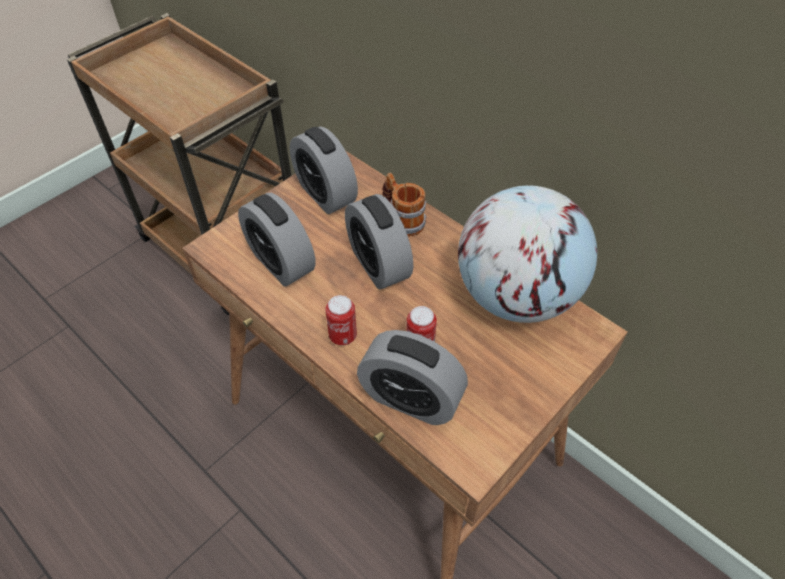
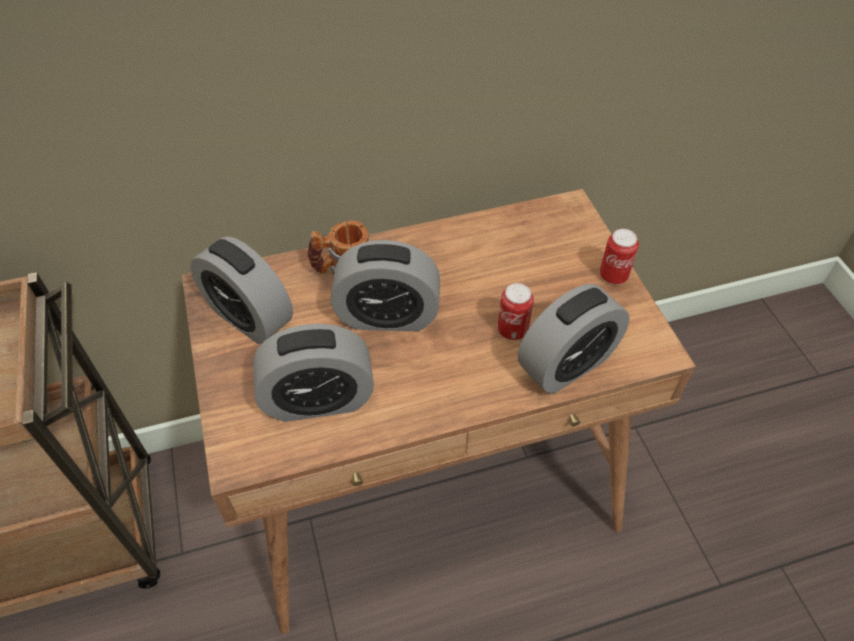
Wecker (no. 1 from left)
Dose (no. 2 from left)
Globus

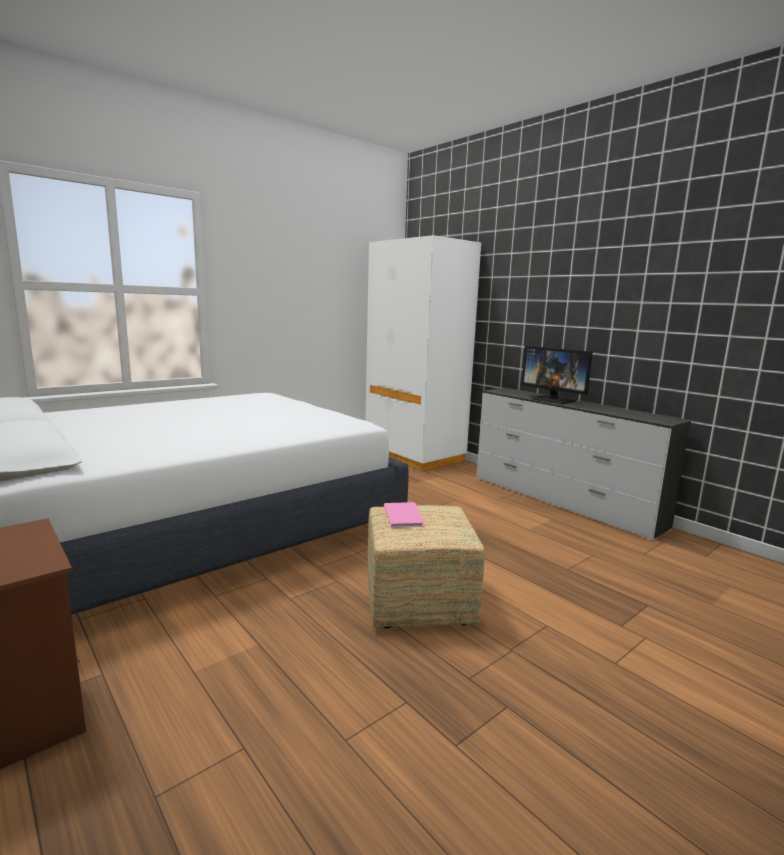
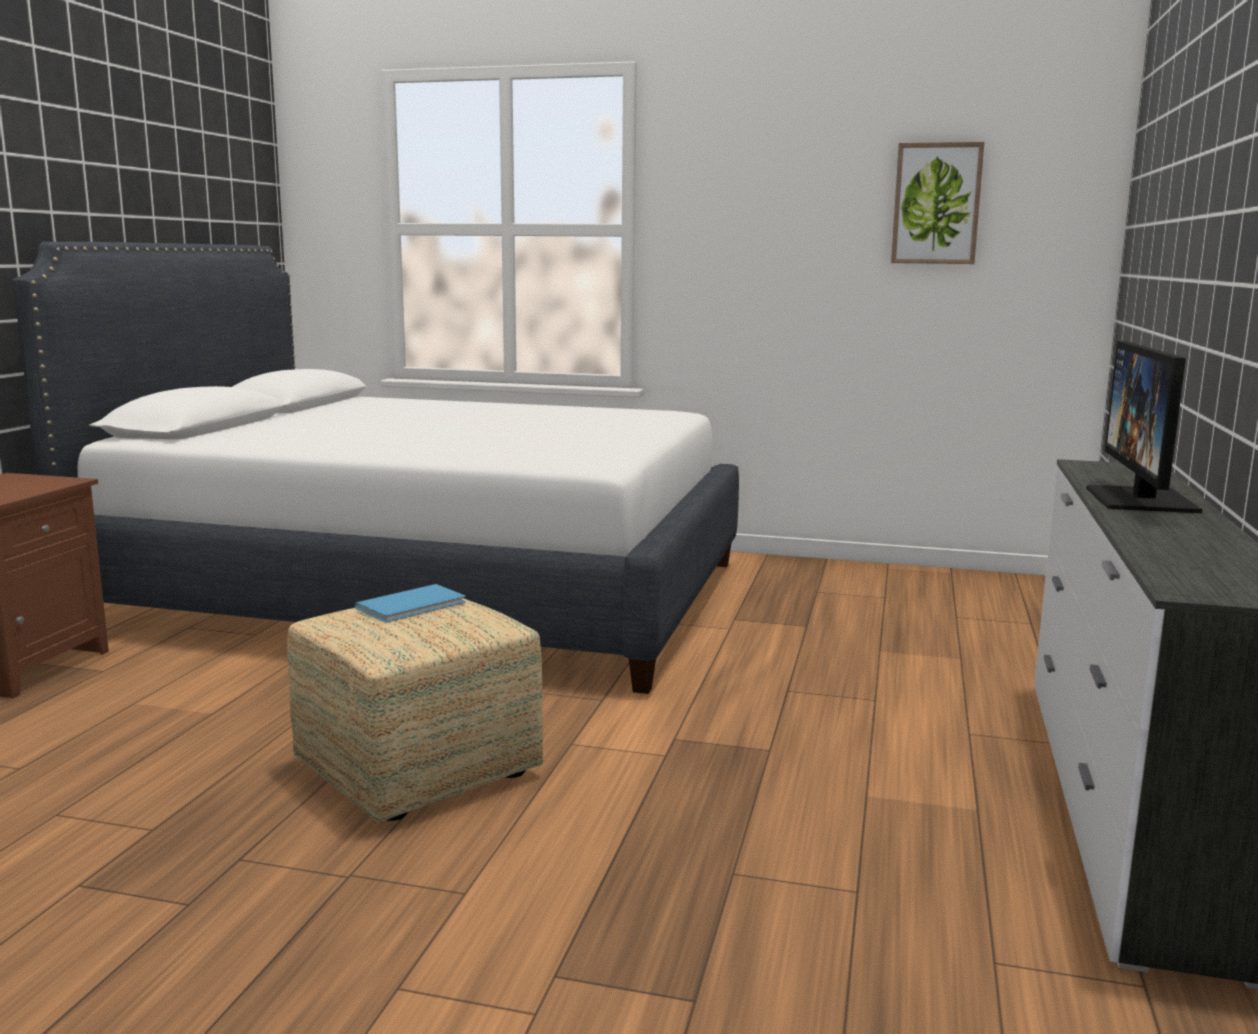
Kleiderschrank/weiß
Buch/blau
Bild

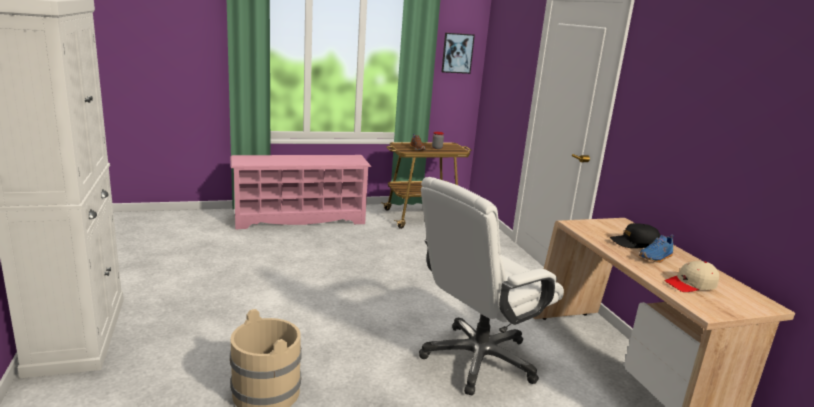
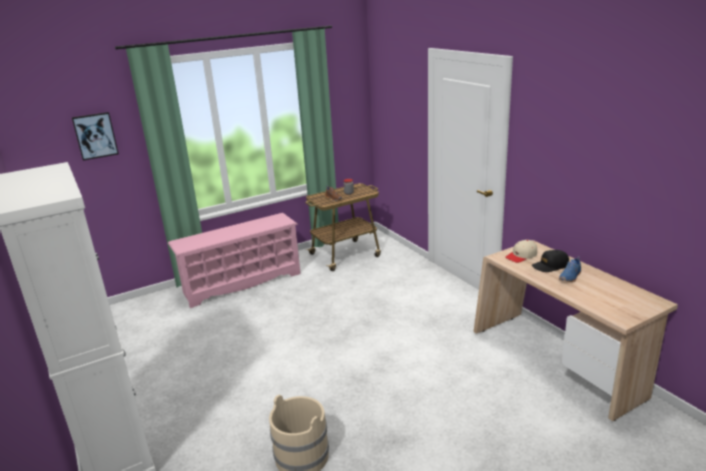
Bürostuhl/weiß
Bild
Kappe/beige

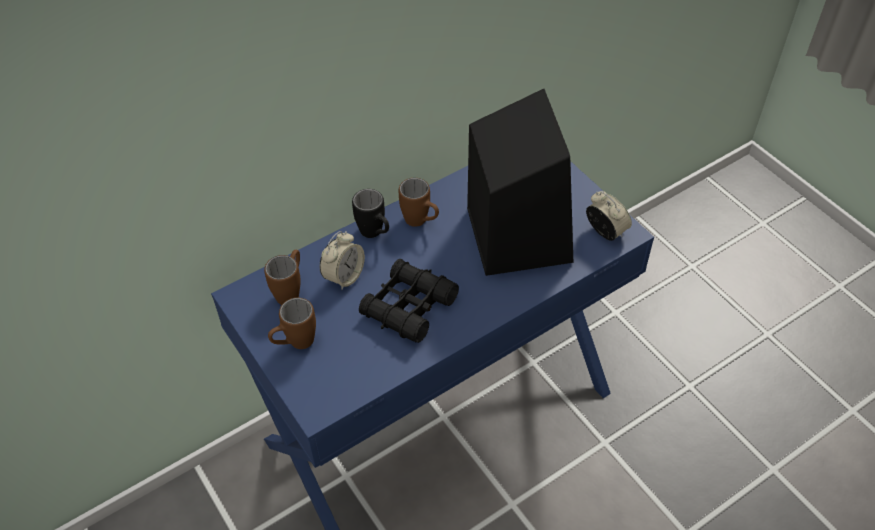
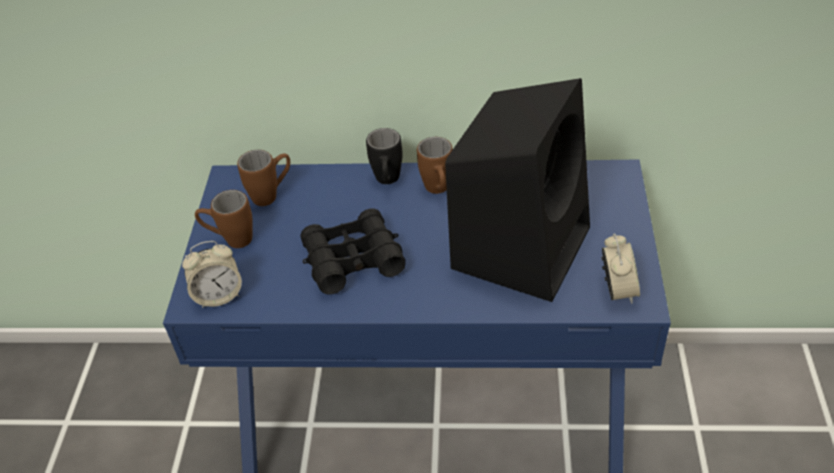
Wecker (no. 1 from left)

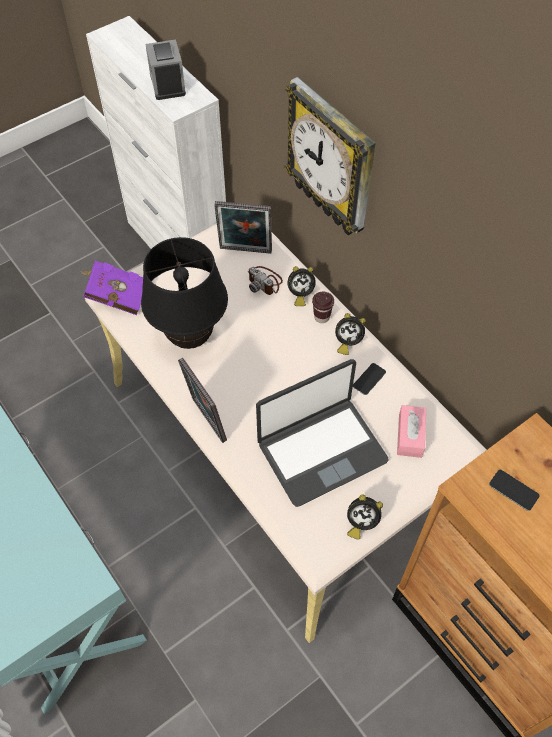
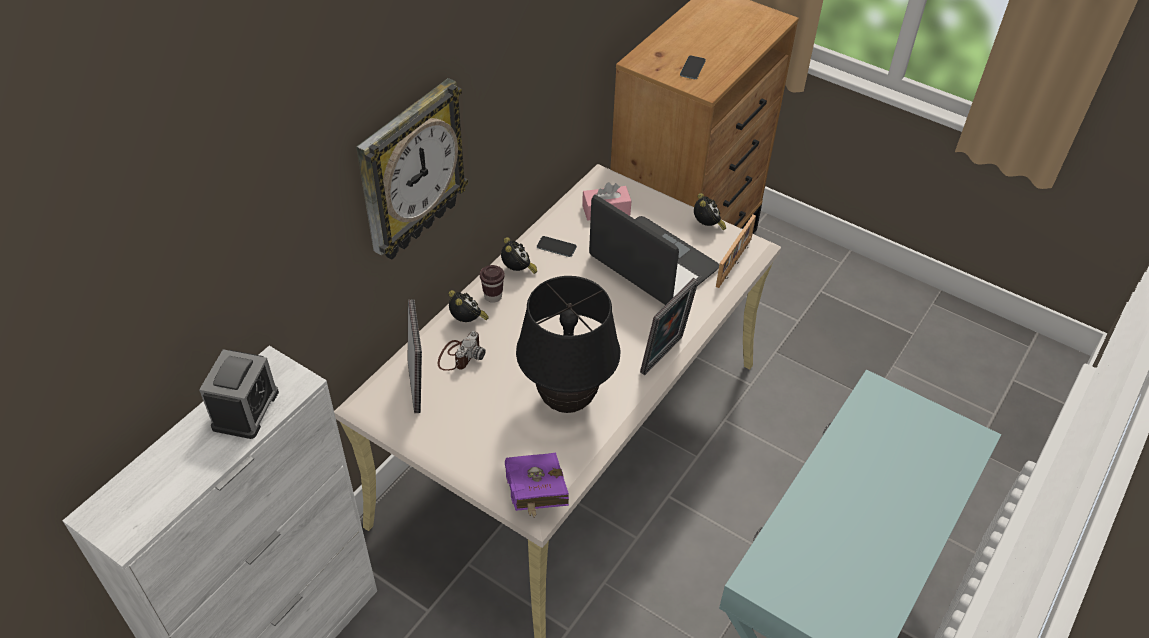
Wecker (no. 1 from left)
Bilderrahmen (no. 3 from left)

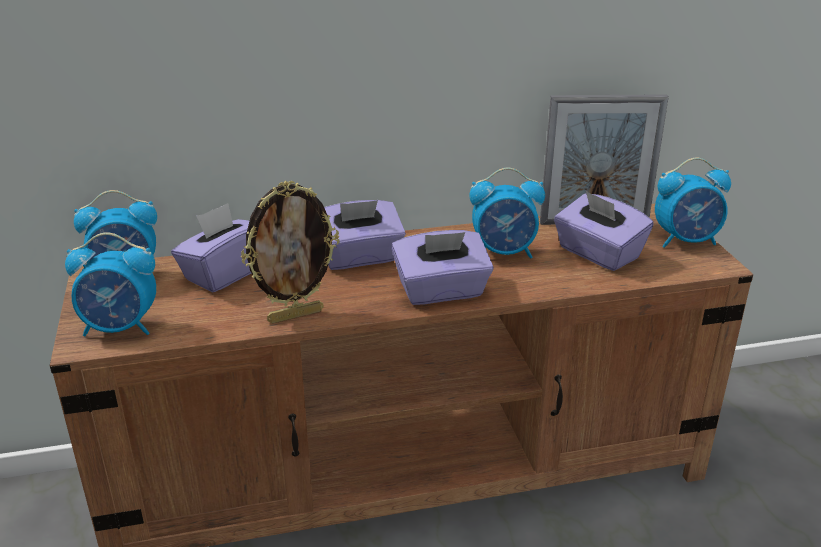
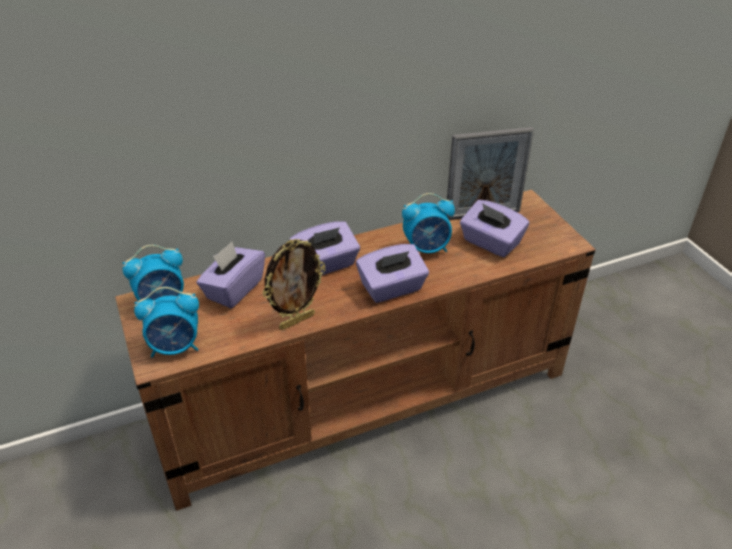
Wecker (no. 4 from left in the first image)

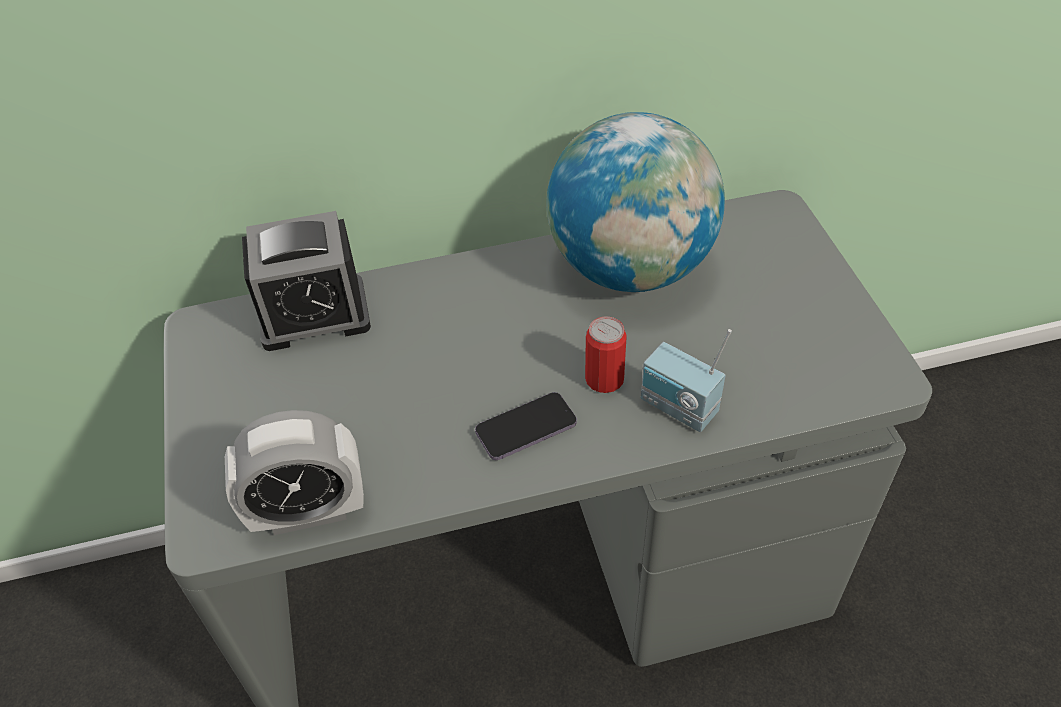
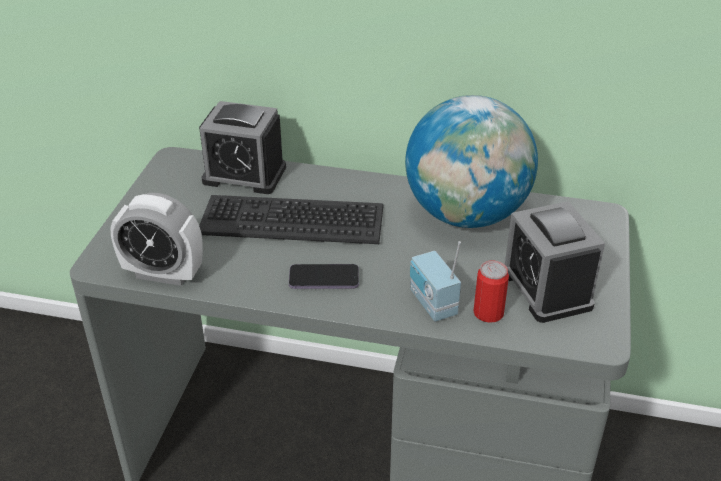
Dose
Tastatur
Wecker (no. 3 from left)

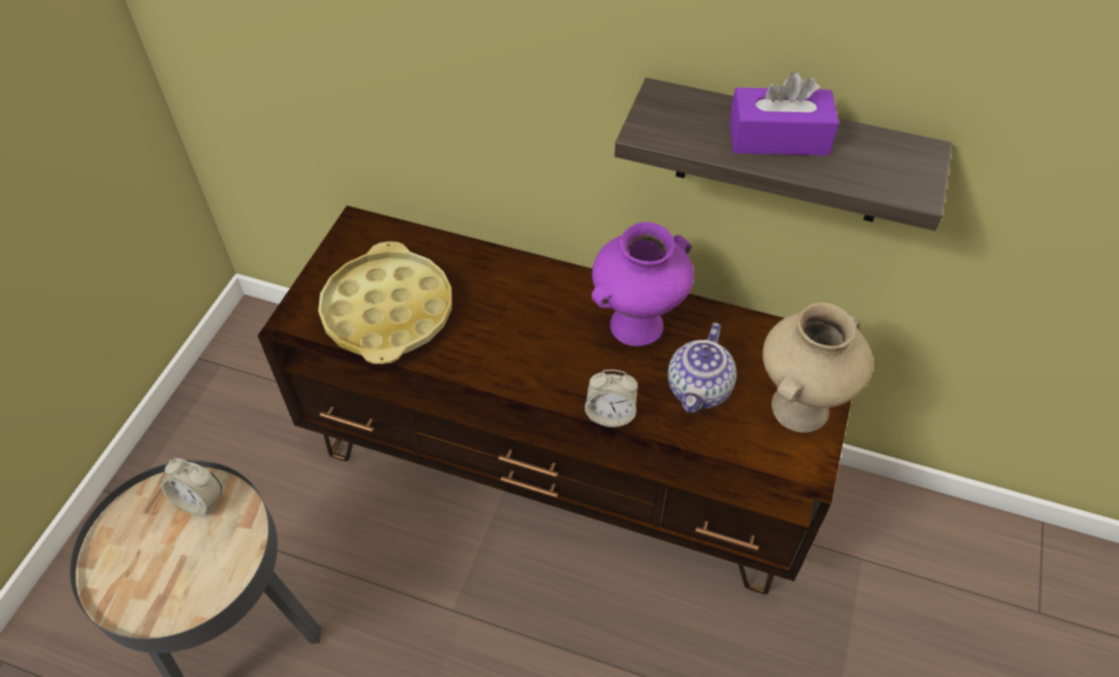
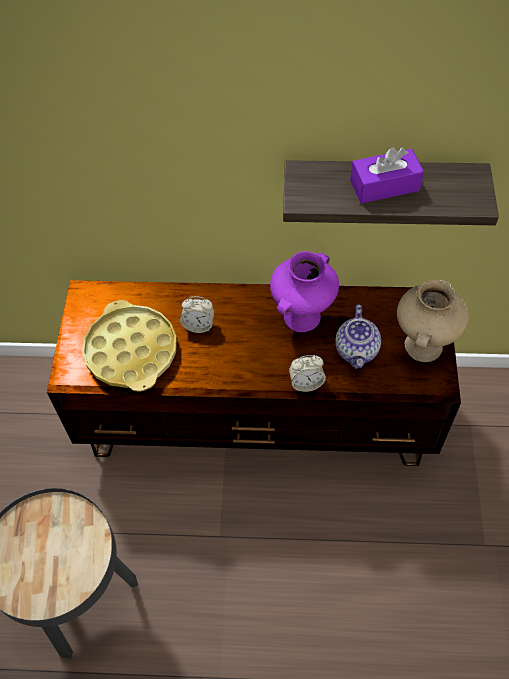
Wecker (no. 1 from left)

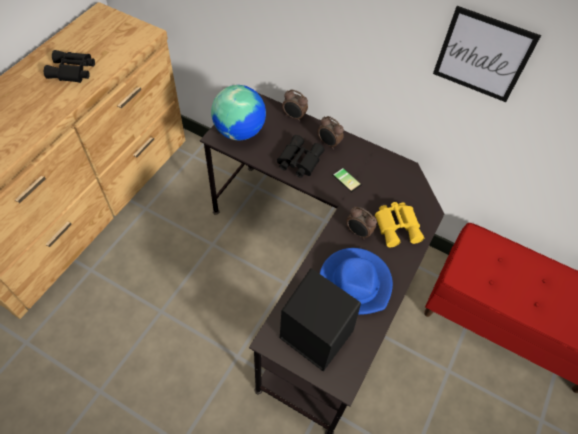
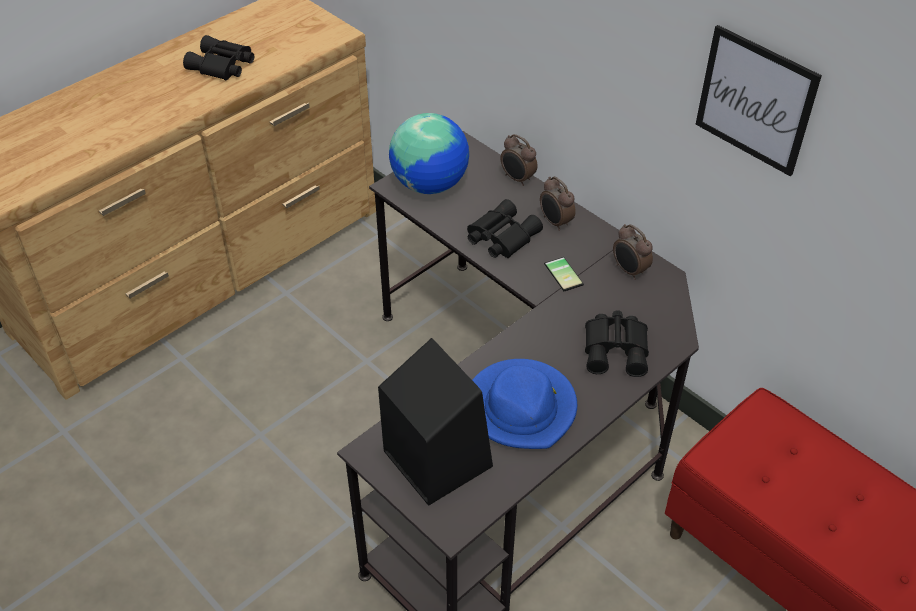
Wecker (no. 3 from left)
Fernglas/schwarz (no. 3 from left)

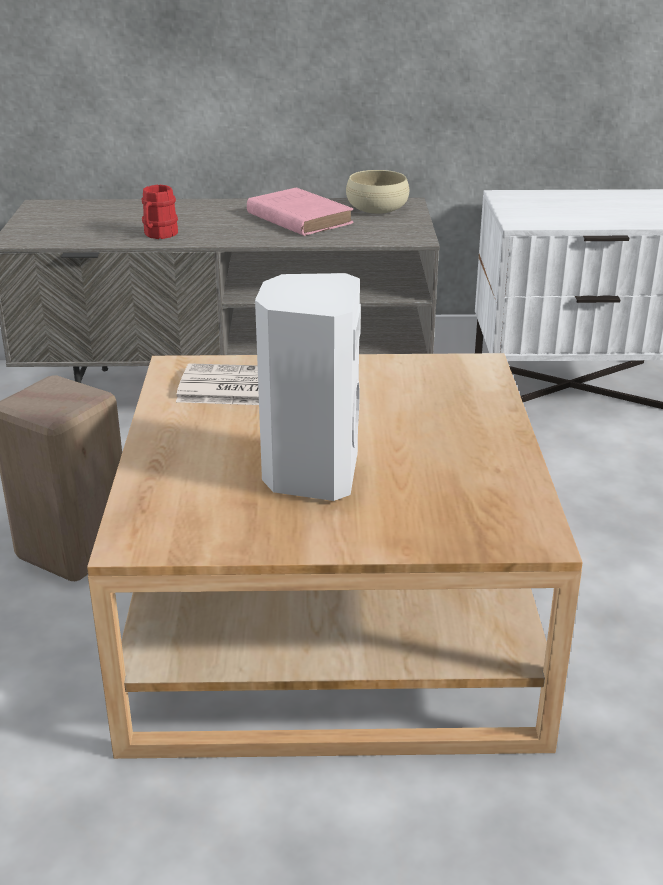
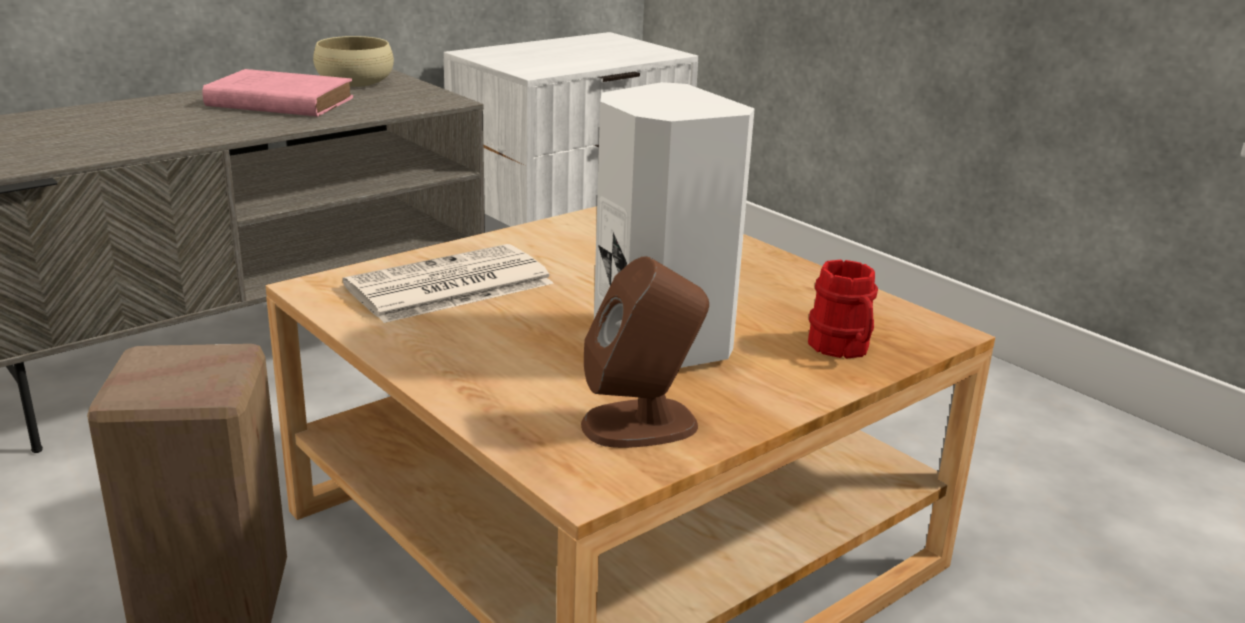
Henkelbecher/rot
Lautsprecher/braun

